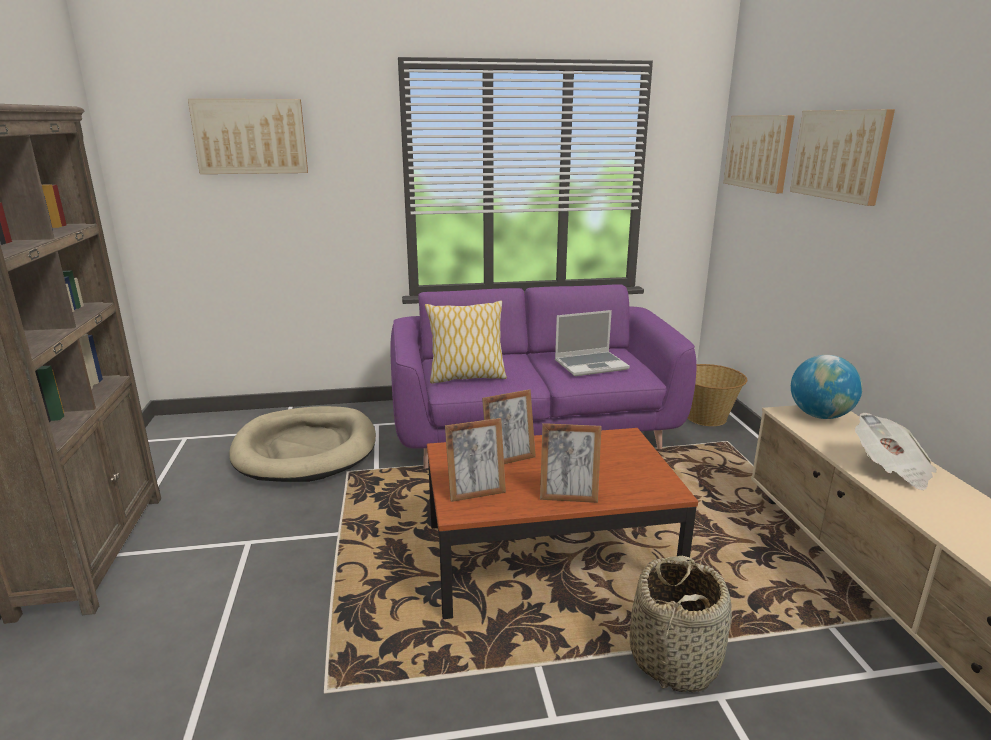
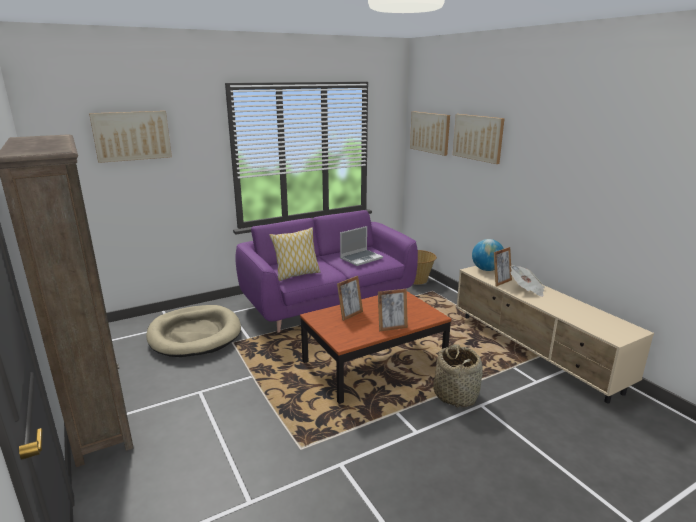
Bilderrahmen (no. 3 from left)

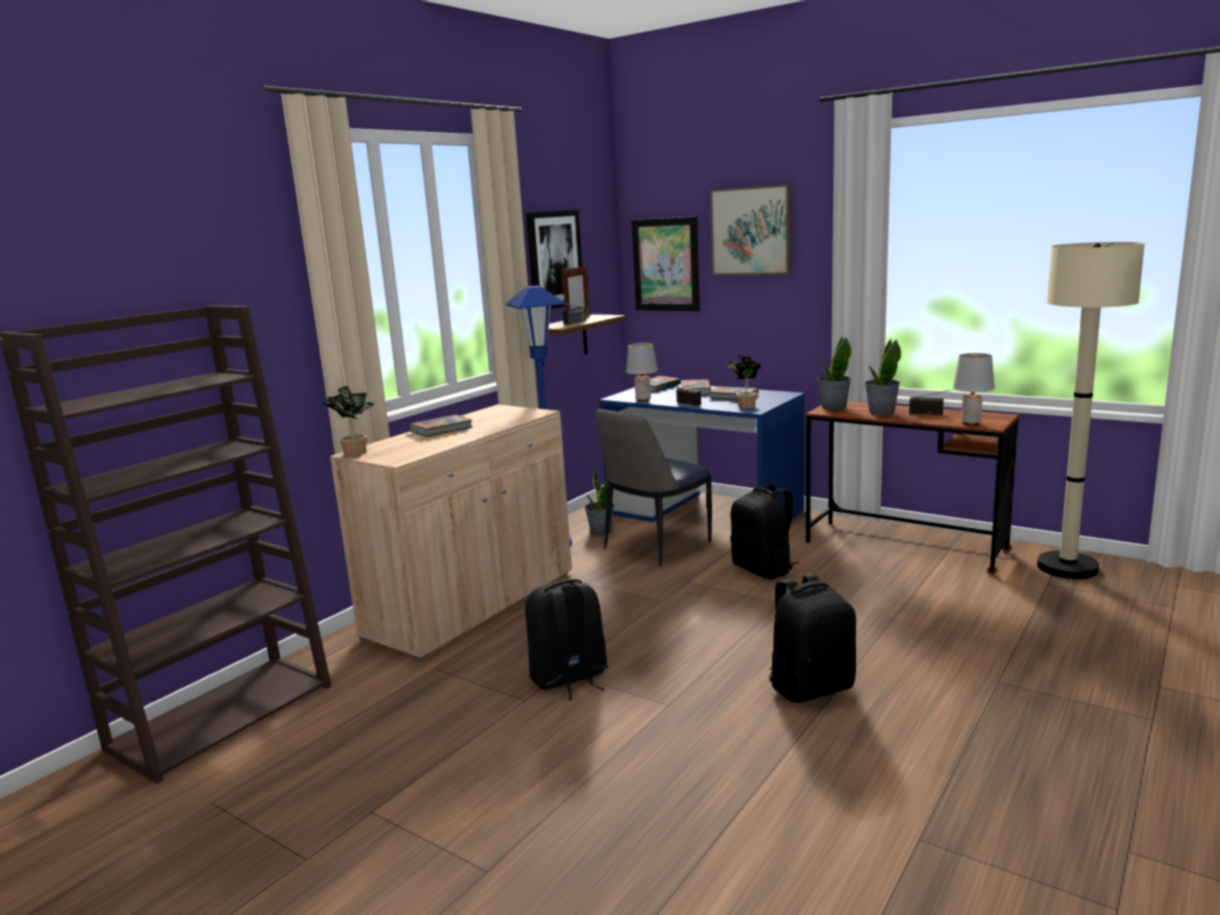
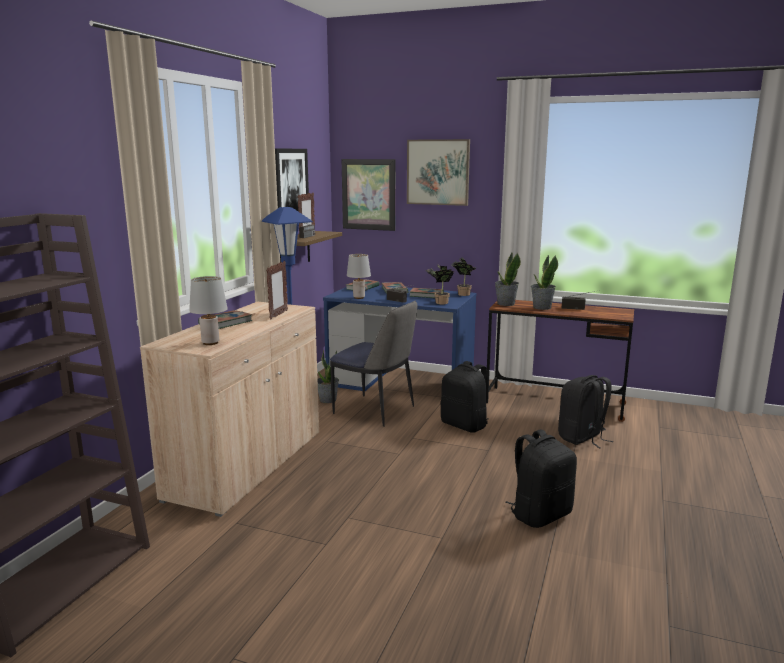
Topfpflanze (no. 3 from left)
Rucksack/schwarz (no. 3 from left)
Stuhl
Tischlampe/grau (no. 1 from left)
Stehlampe/beige
Bilderrahmen (no. 1 from left)

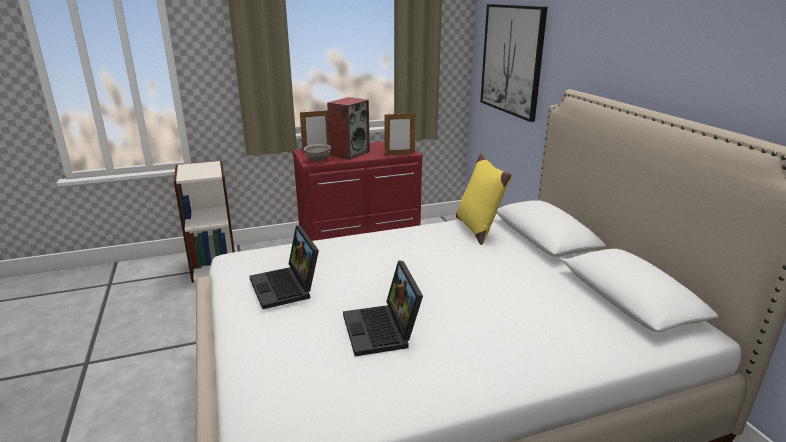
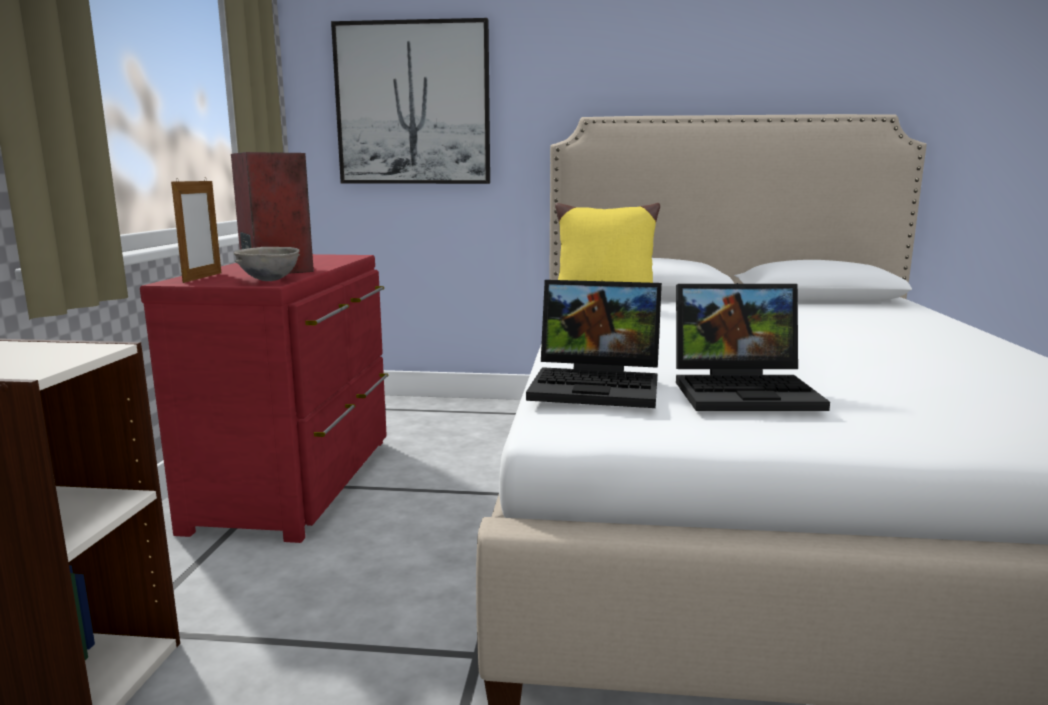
Laptop (no. 1 from left)
Bilderrahmen (no. 2 from left in the first image)

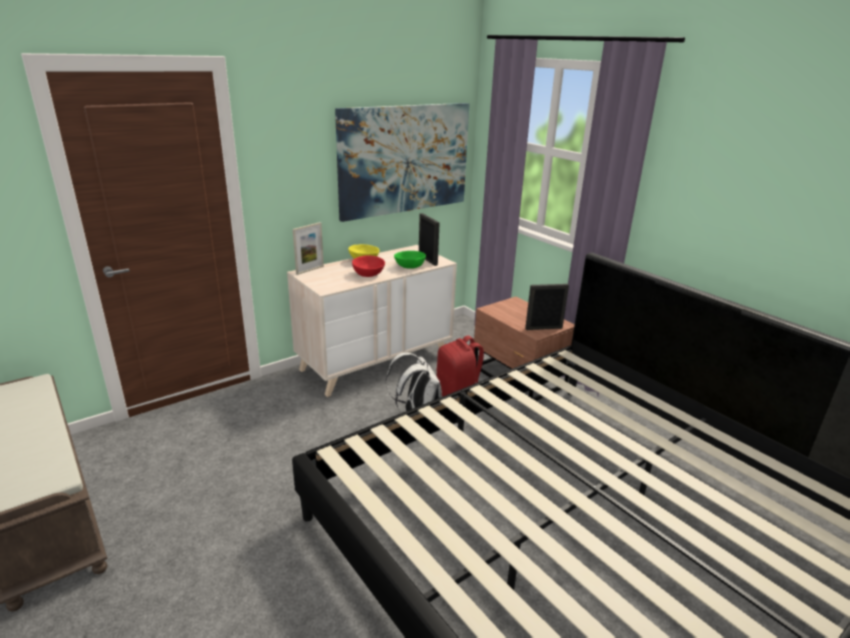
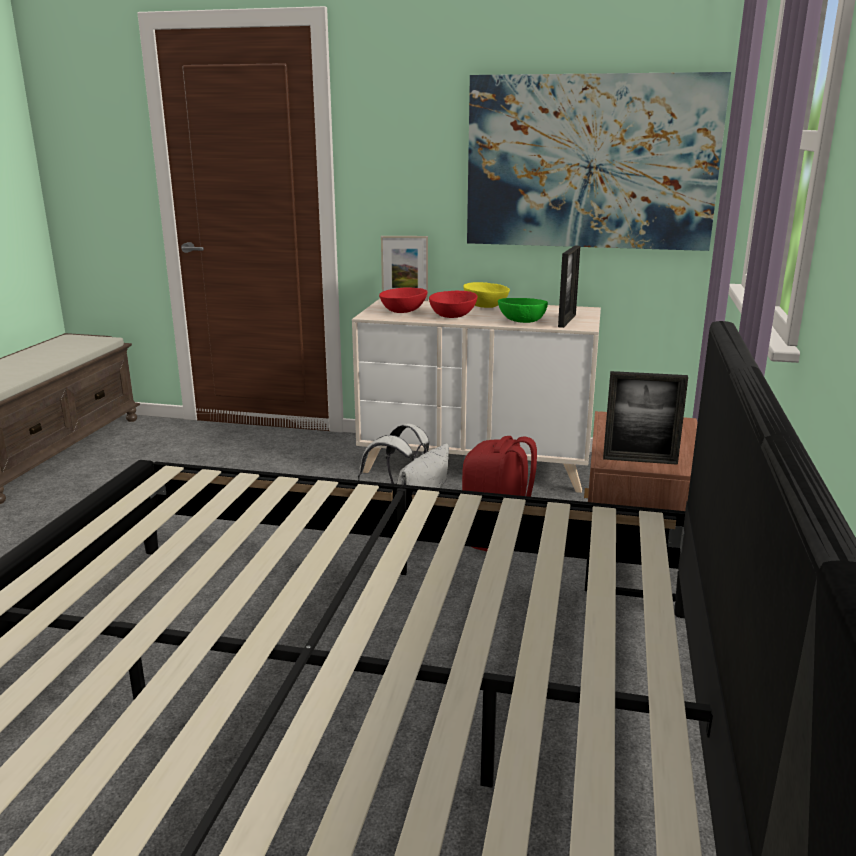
Bilderrahmen (no. 3 from left)
Schüssel/rot (no. 1 from left)

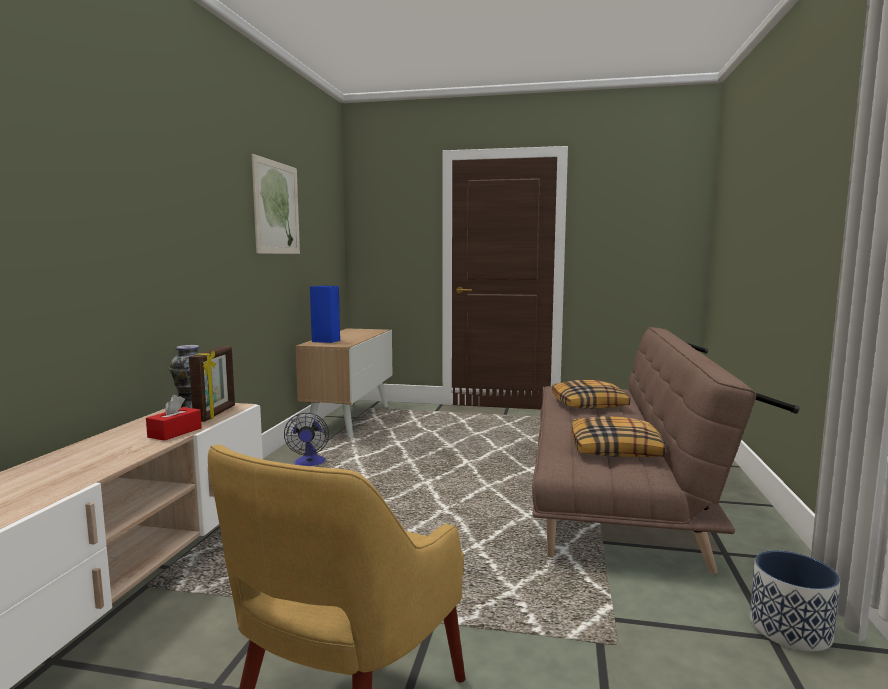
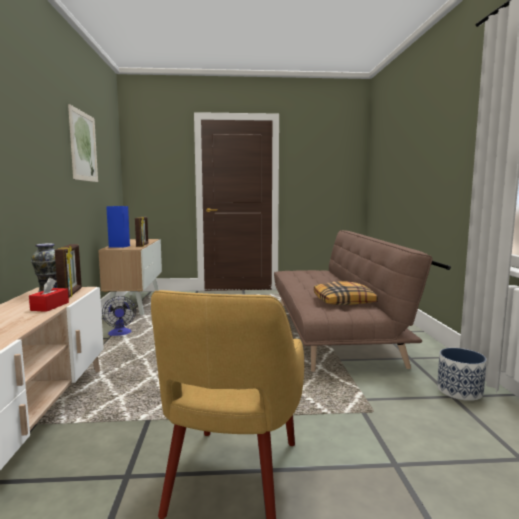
Kissen (no. 1 from left in the first image)
Bilderrahmen (no. 2 from left)

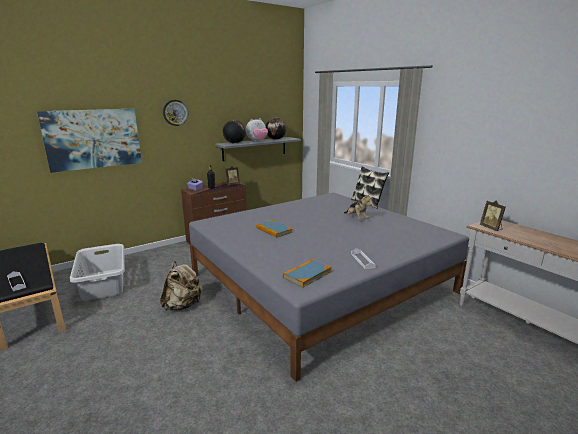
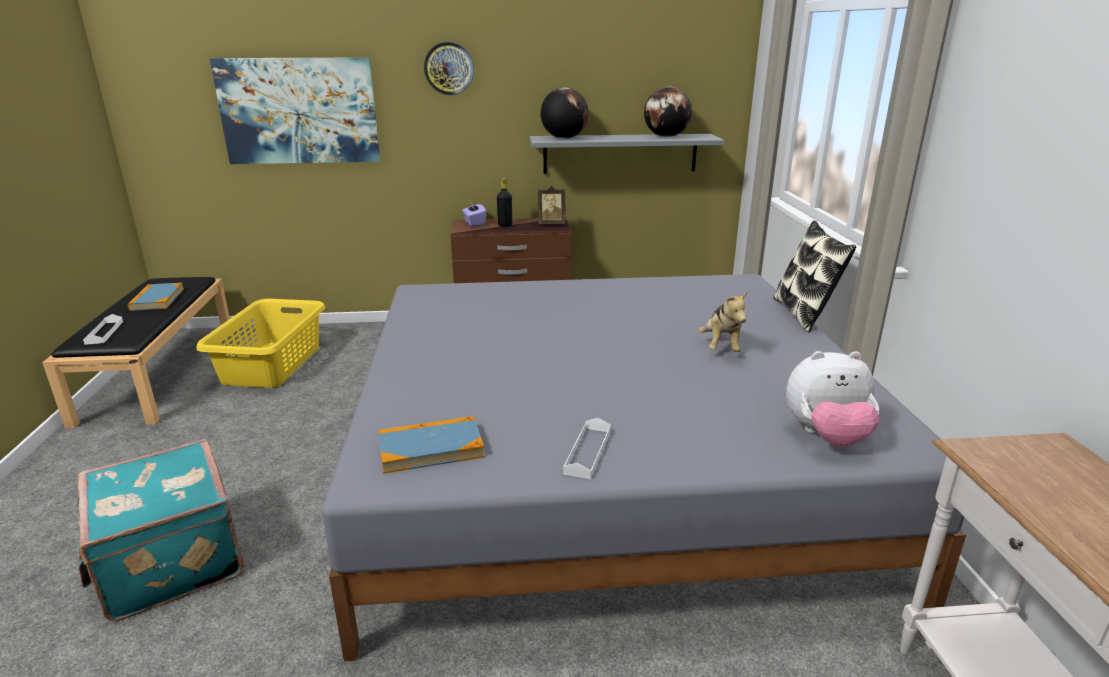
Wäschekorb/gelb
Rucksack/beige
Plüschtier (no. 2 from left)
Buch (no. 1 from left)
Bilderrahmen (no. 2 from left in the first image)
Koffer/türkis

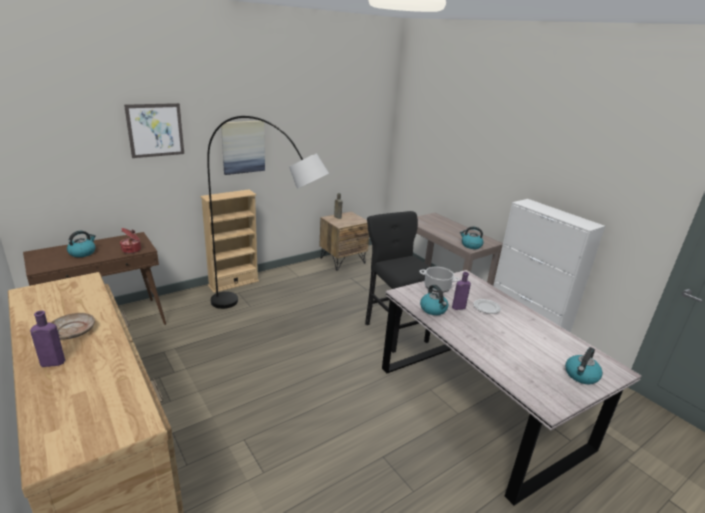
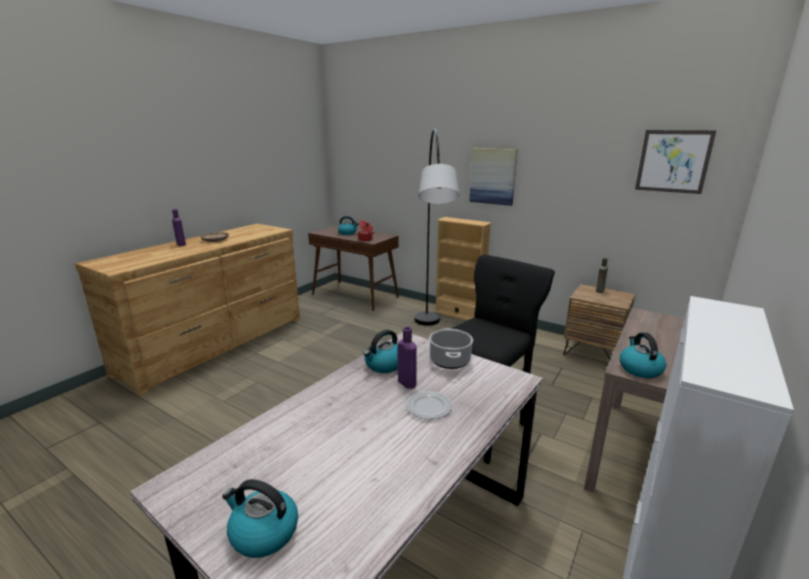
Bild (no. 2 from left)

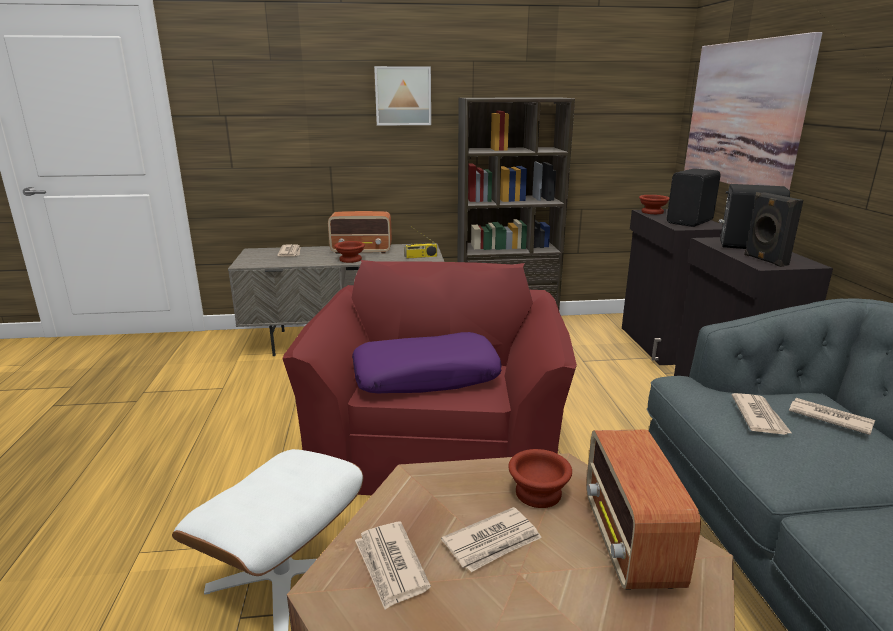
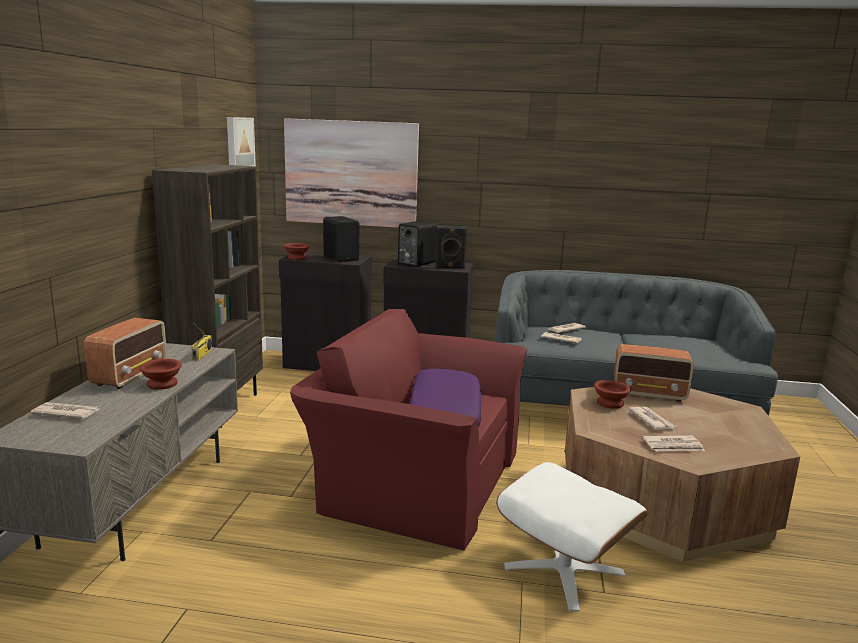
Bild (no. 1 from left)

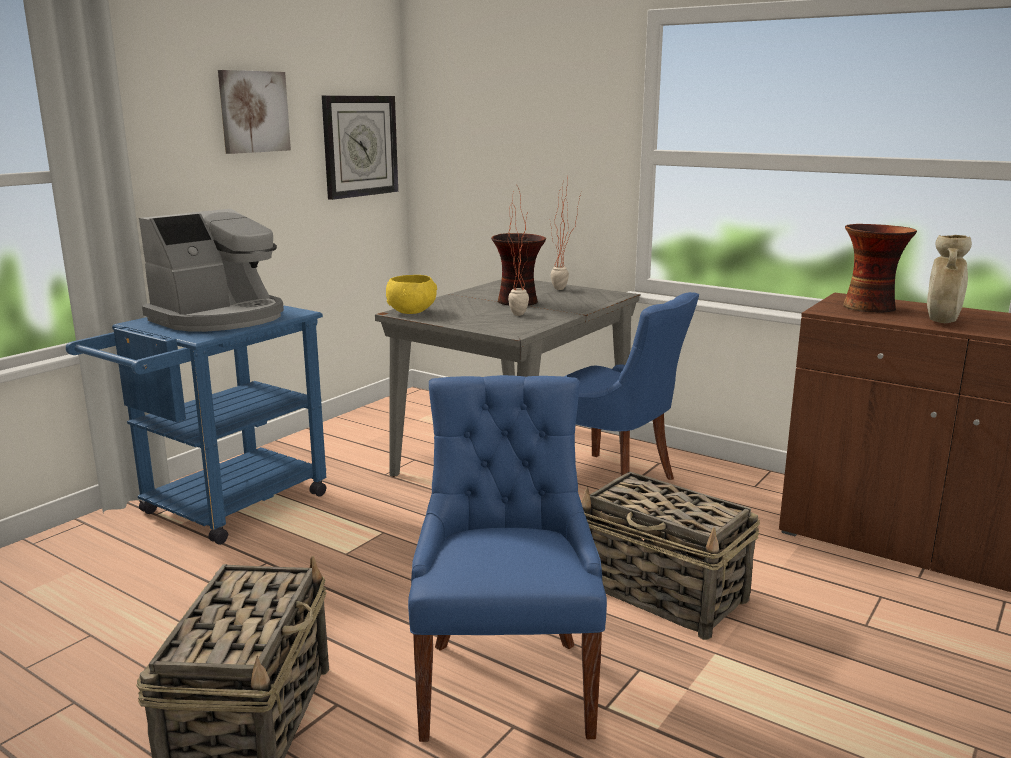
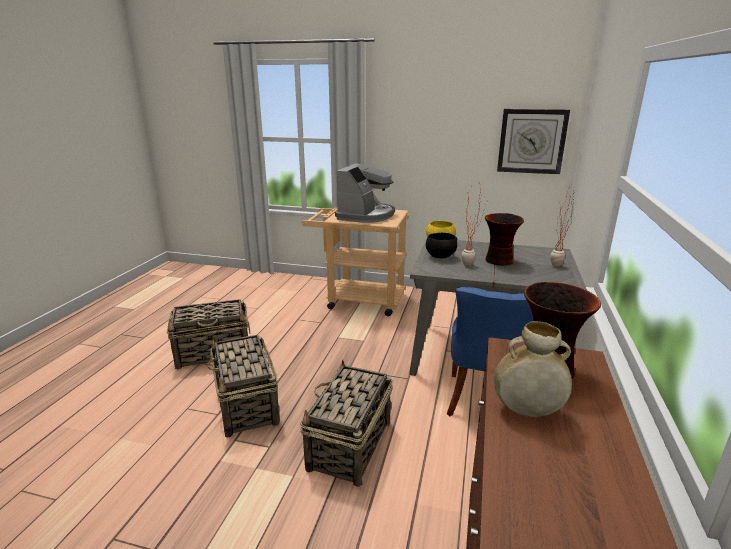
Rollwagen/beige
Kaffeemaschine
Bild
Korb (no. 2 from left)
Schüssel/schwarz

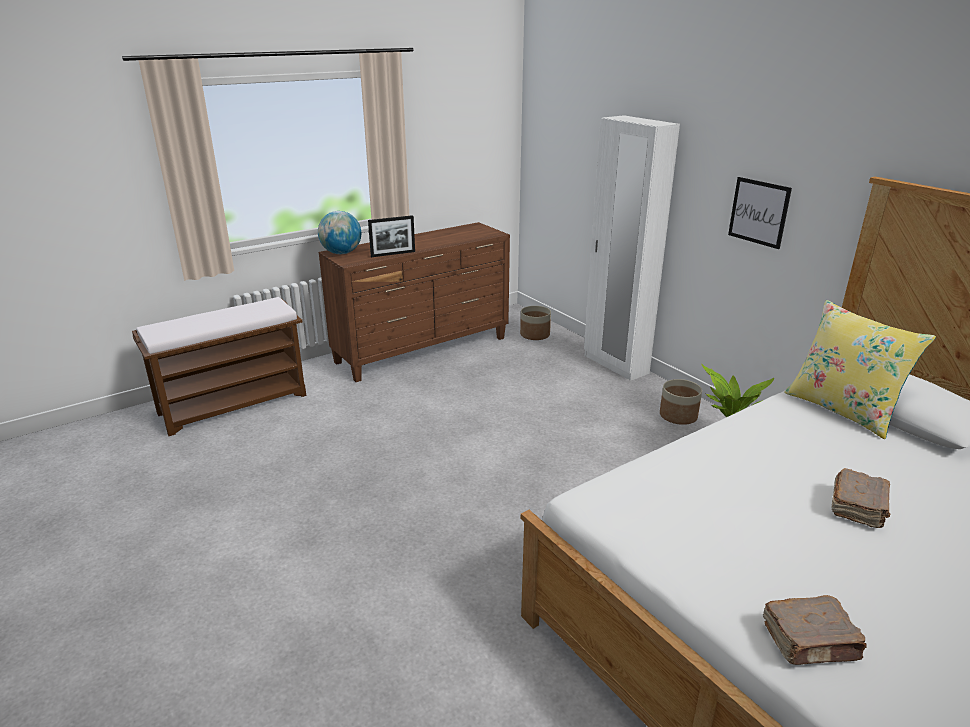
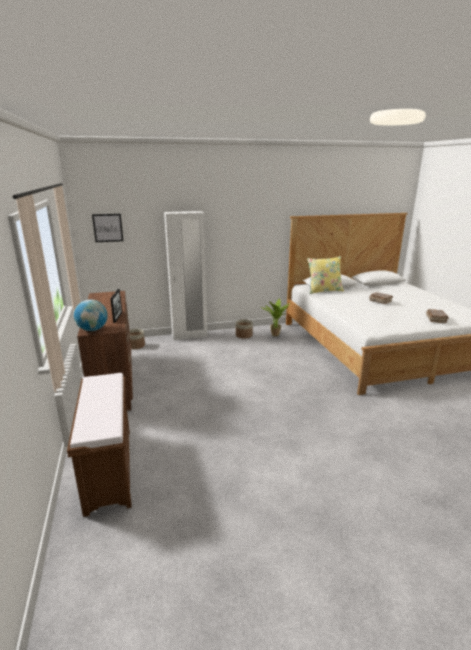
Bild

